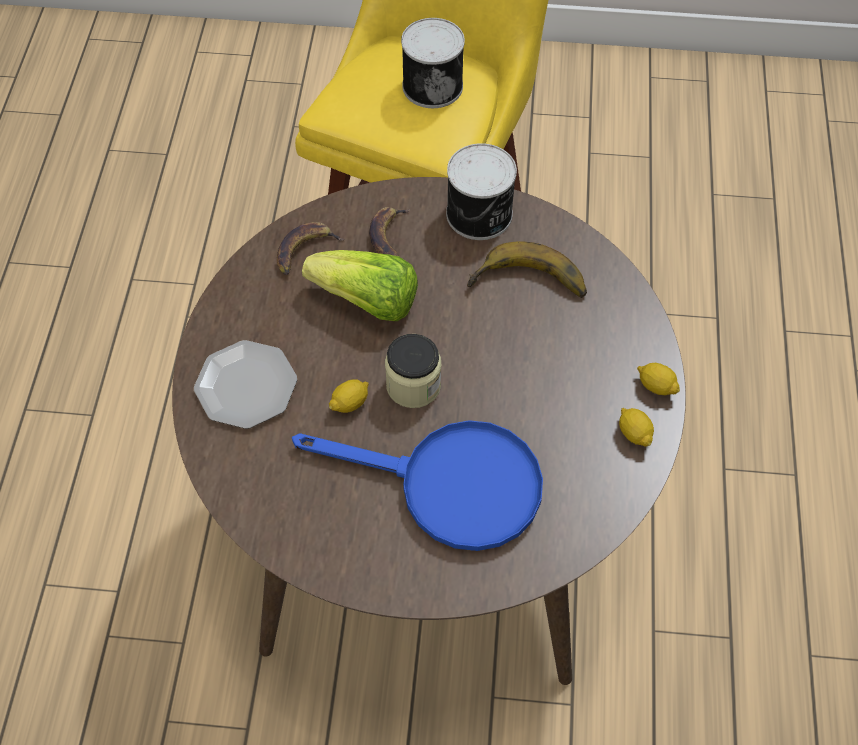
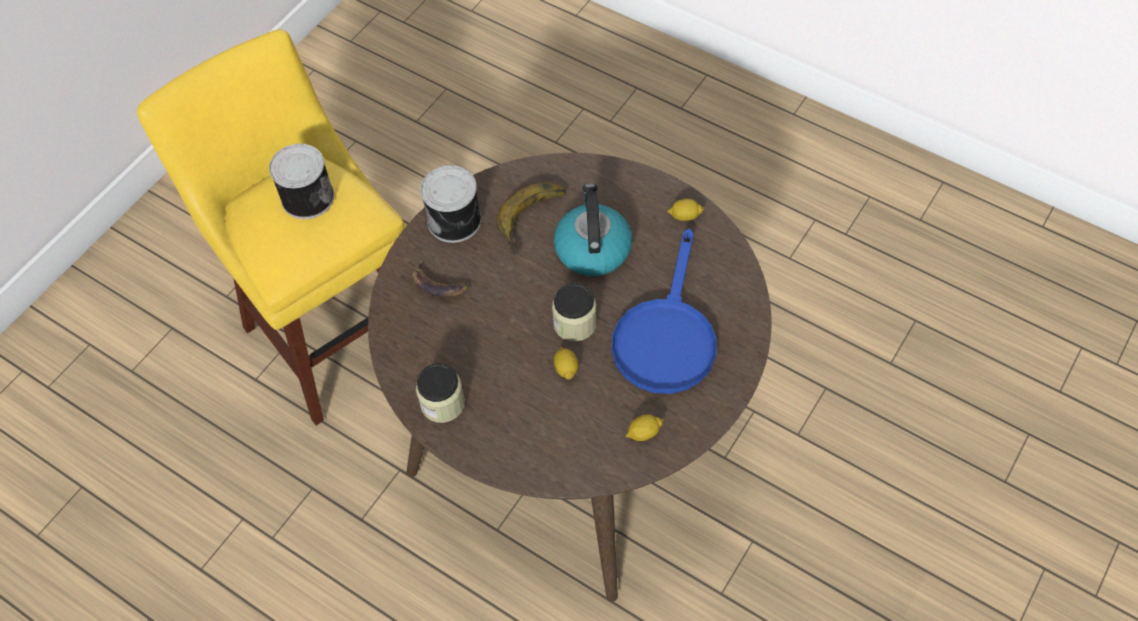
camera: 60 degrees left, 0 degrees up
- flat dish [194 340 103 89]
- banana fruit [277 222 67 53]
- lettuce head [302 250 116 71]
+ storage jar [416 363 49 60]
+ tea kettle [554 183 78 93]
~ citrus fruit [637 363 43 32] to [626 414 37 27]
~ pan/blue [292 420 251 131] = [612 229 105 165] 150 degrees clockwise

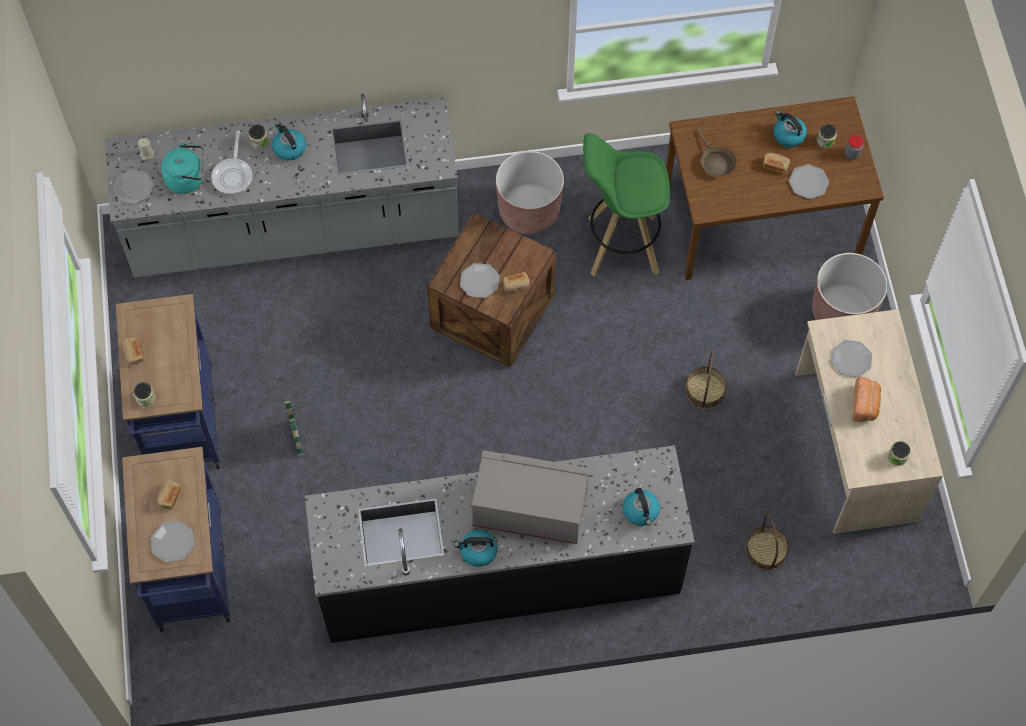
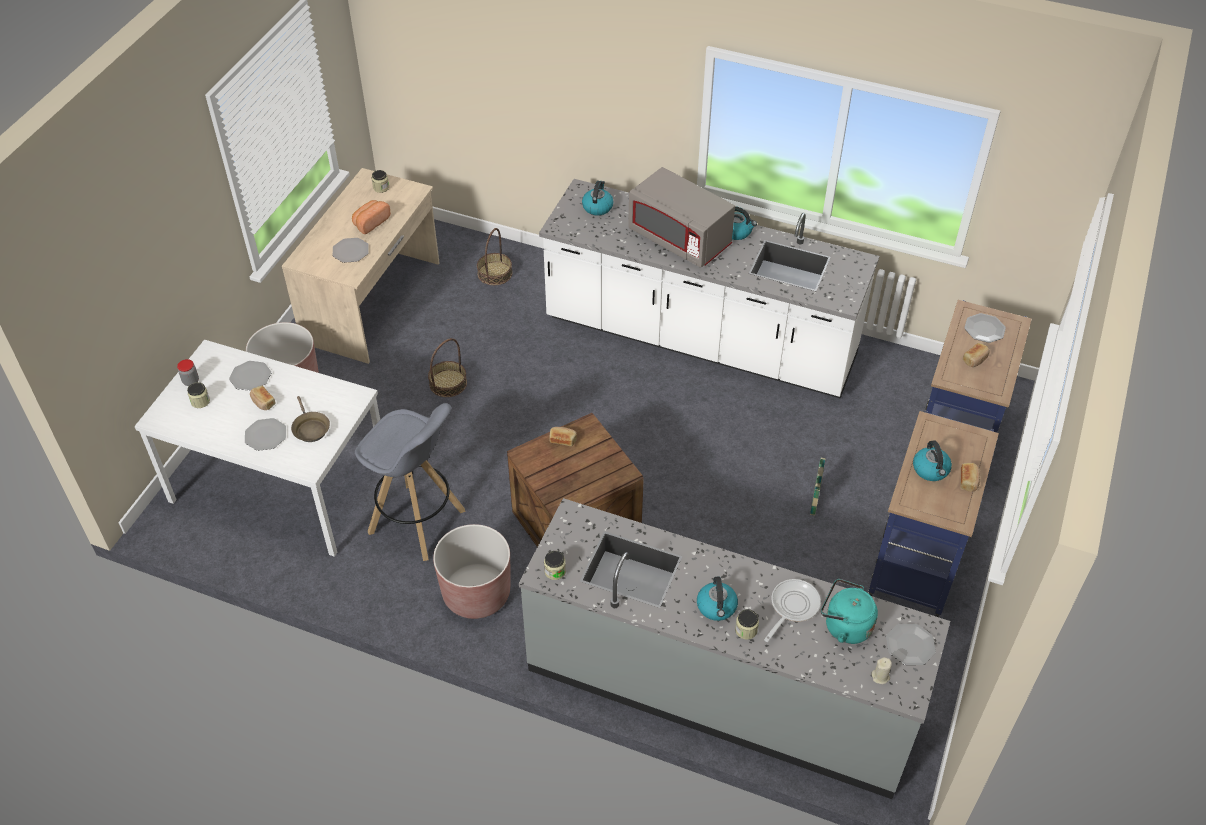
camera: 150 degrees left, 15 degrees down
~ storage jar [134 382 22 25] to [544 551 22 29]
~ flat dish [460 263 39 35] to [245 418 41 33]
~ tea kettle [773 111 34 36] to [913 440 39 41]
~ counter/black-coloured [305 445 389 198] to counter/white-coloured [539 179 340 220]
~ sitting stool/green-coloured [583 133 87 143] to sitting stool/gray [355 403 111 158]
~ dining table/brown-coloured [666 96 218 184] to dining table/white-coloured [135 340 245 217]
~ pan/brown-coloured [697 129 39 48] = [291 396 39 46] 150 degrees clockwise

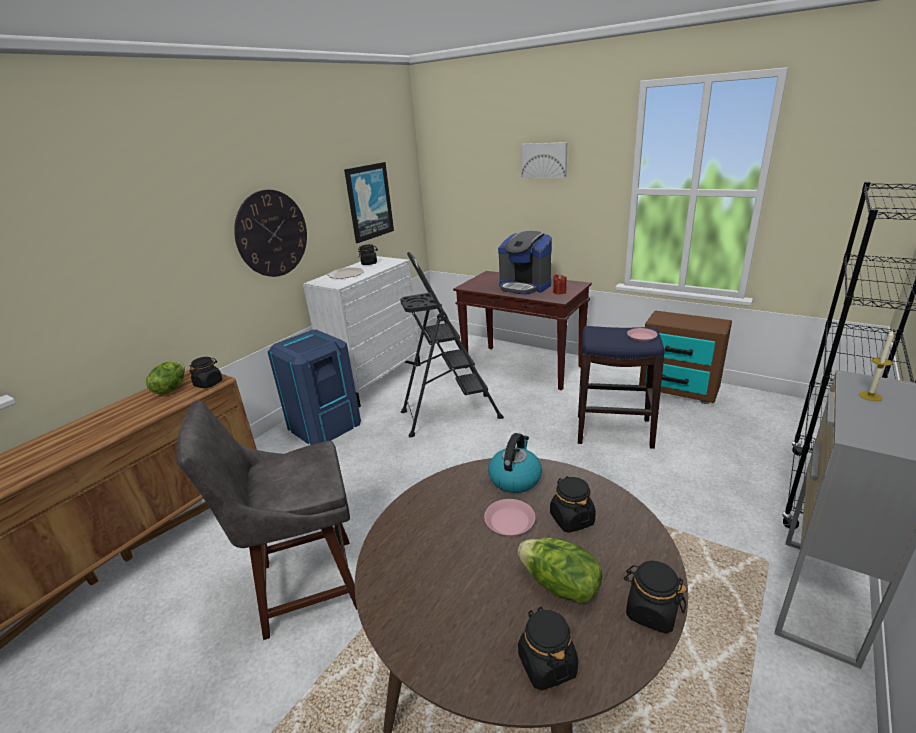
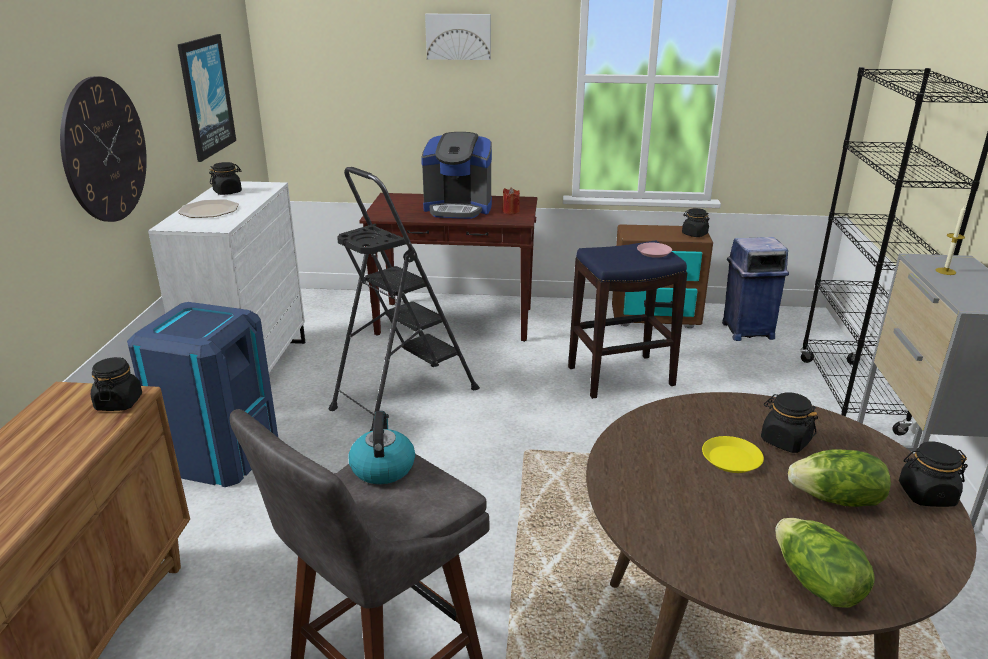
camera: 30 degrees left, 0 degrees up
+ trash can/blue [722 237 67 104]
~ lettuce head [146 361 39 33] to [775 518 100 90]
~ tea kettle [488 433 54 60] to [348 411 67 73]
~ storage jar/black-coloured [518 607 60 84] to [682 208 27 29]
~ flat dish/pink [484 499 51 37] to flat dish/yellow [702 436 62 37]

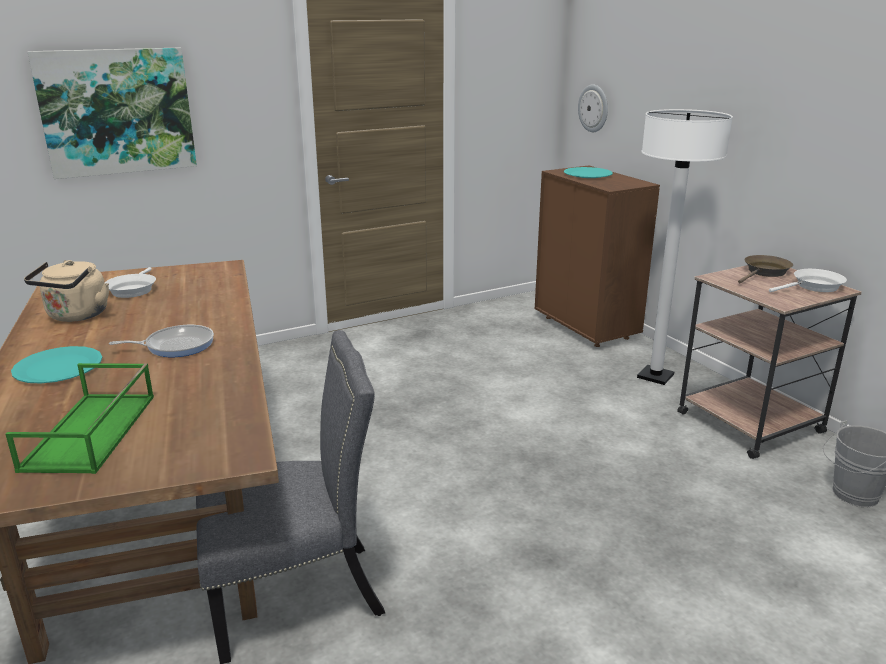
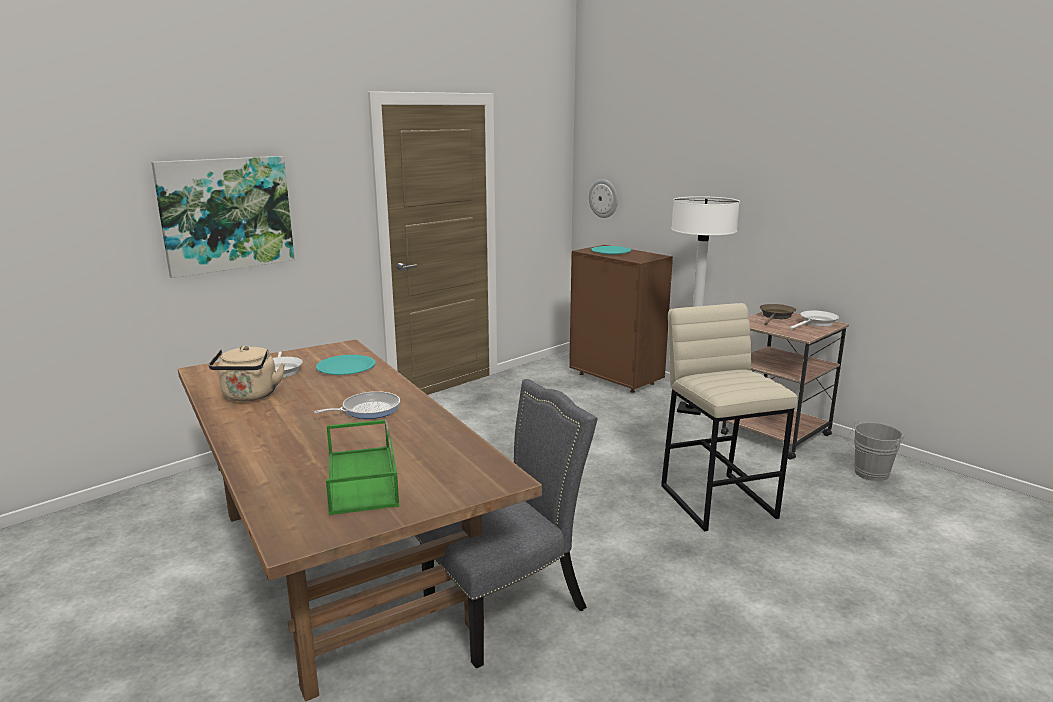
camera: 15 degrees left, 5 degrees down
+ sitting stool/beige [661 303 136 228]
~ flat dish/blue-green [11 346 92 37] to [316 355 59 20]

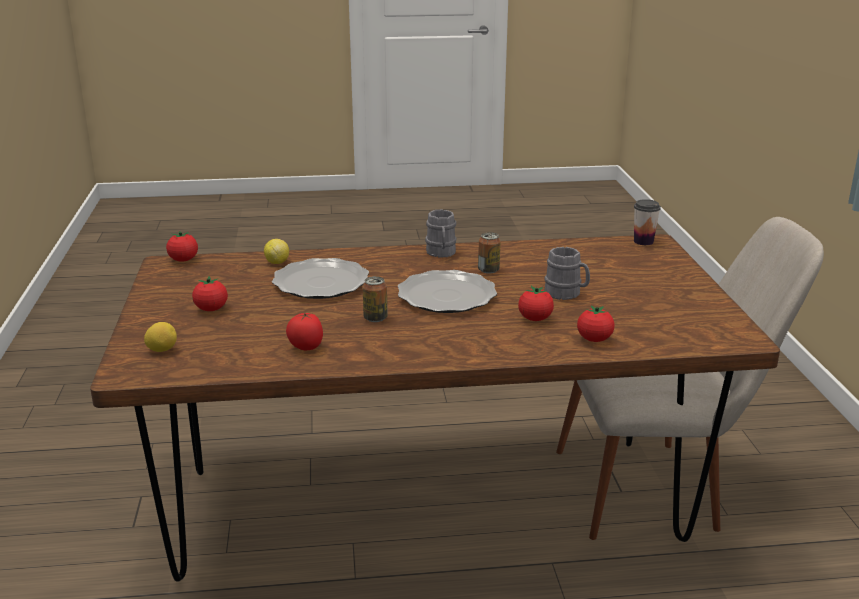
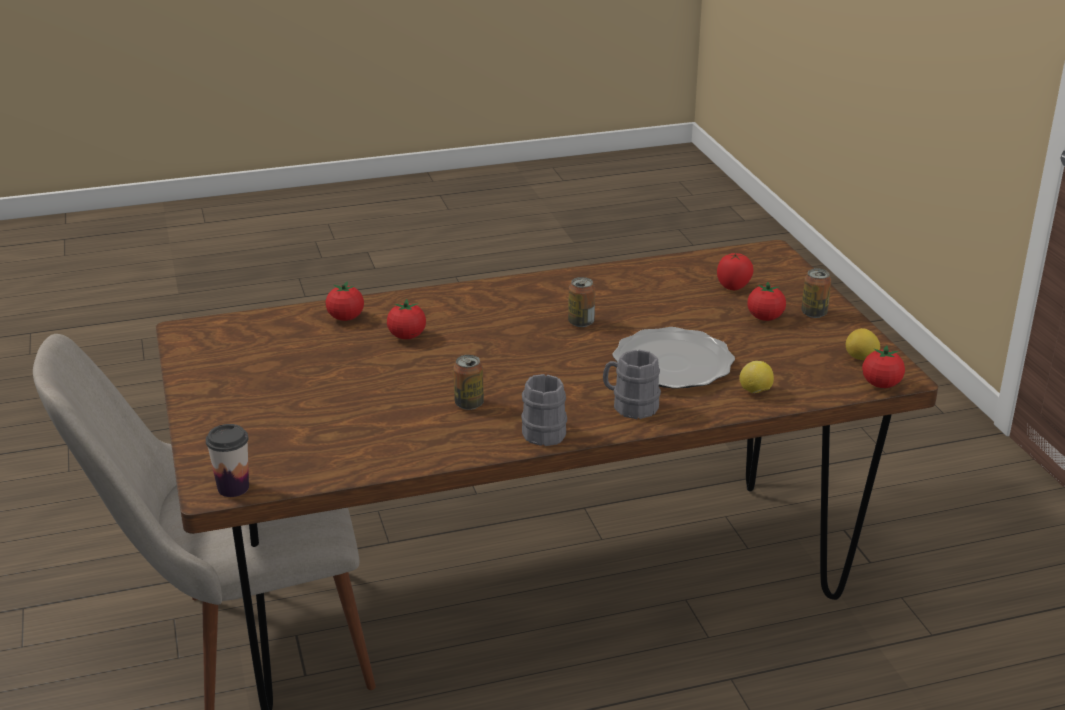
camera: 170 degrees right, 5 degrees up
- flat dish [398 270 99 43]
+ can [801 268 30 50]
~ citrus fruit [144 322 33 30] to [846 328 34 32]
~ fresh tomato [286 313 37 37] to [717 252 37 38]
~ mug/gray [544 247 46 53] to [603 350 58 69]

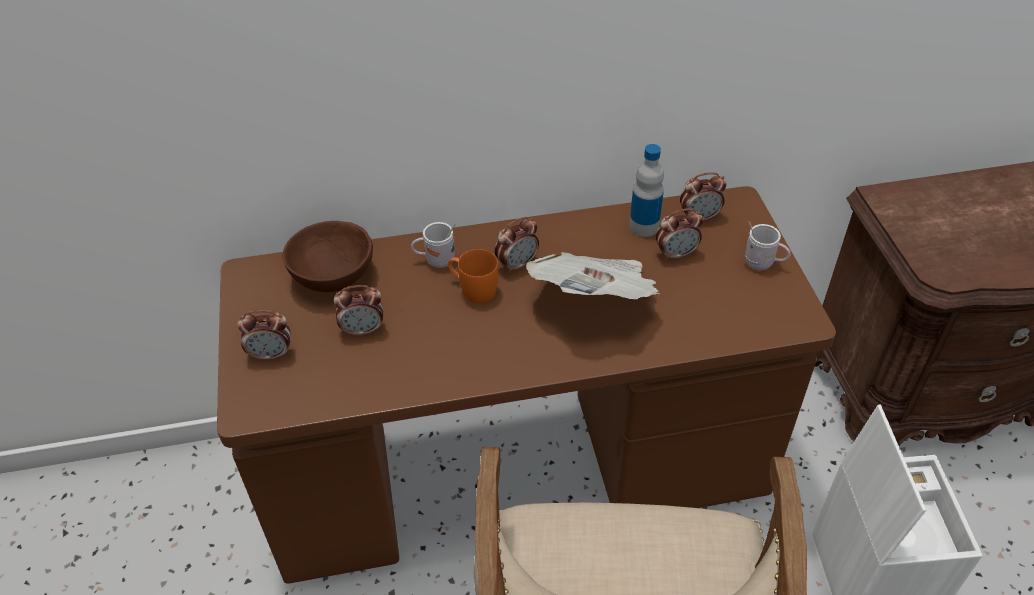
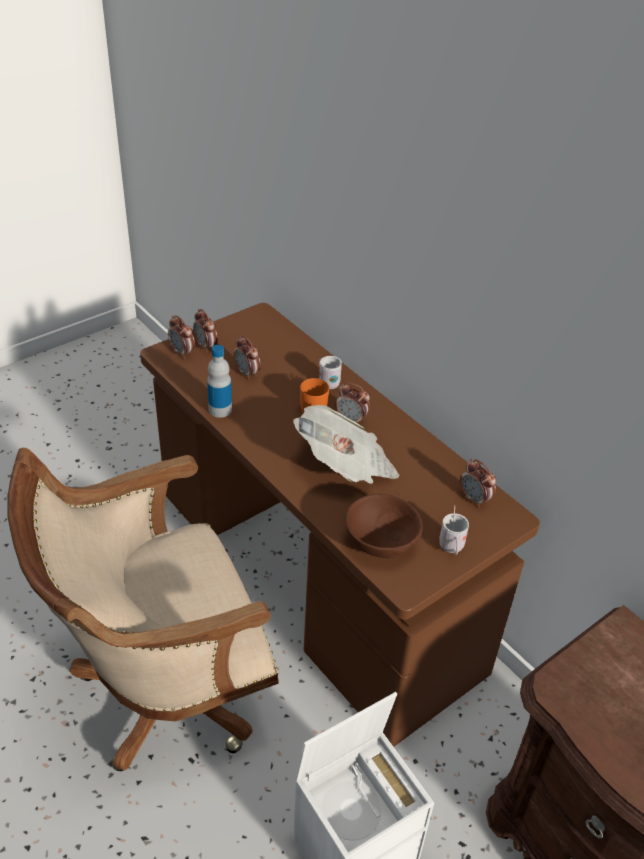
camera: 60 degrees right, 5 degrees down
~ serving bowl/brown-coloured [283 221 90 71] to [346 494 77 64]
~ bottle [629 144 35 93] to [207 345 25 73]
~ bedside clock [656 208 47 53] to [168 315 27 44]

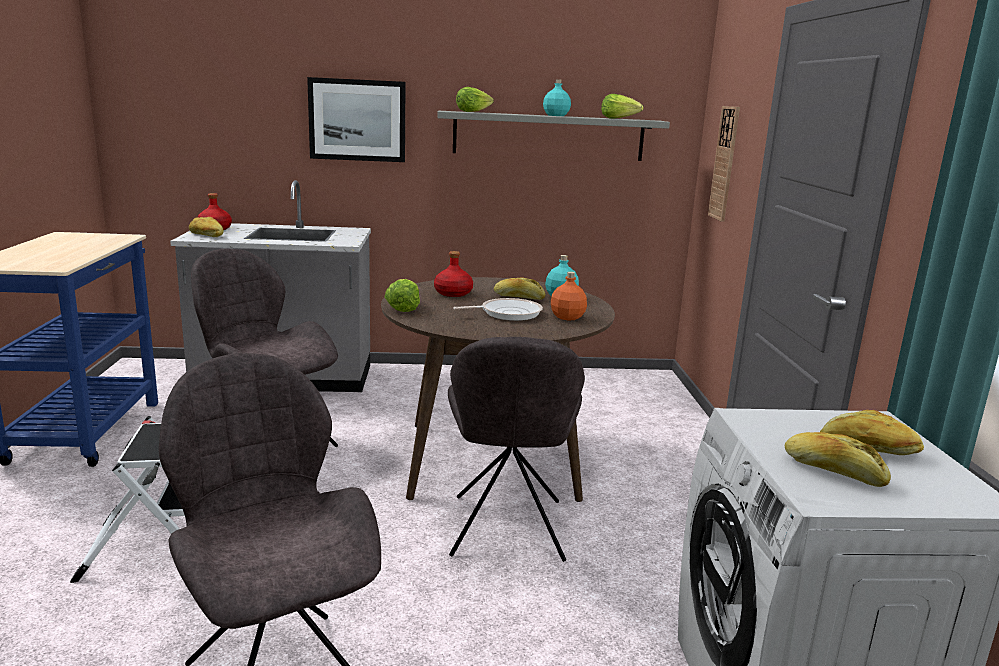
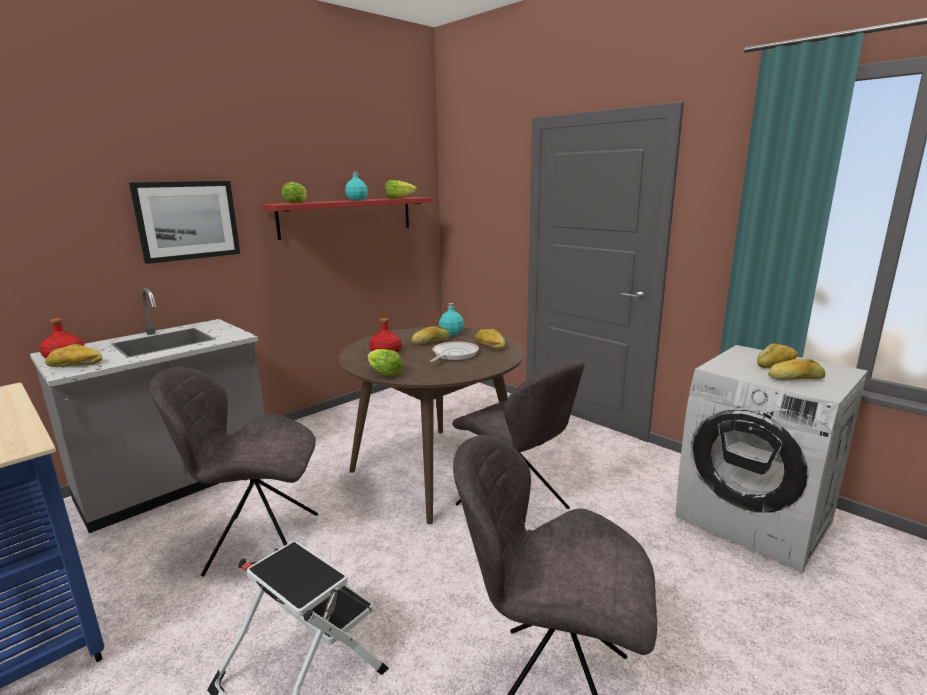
camera: 40 degrees left, 0 degrees up
- clock on the wall [708 106 32 116]
~ bottle/orange-coloured [551 272 36 48] to bakery bread [475 329 30 20]
~ wall shelf/gray [437 111 233 50] to wall shelf/red-coloured [261 197 172 43]

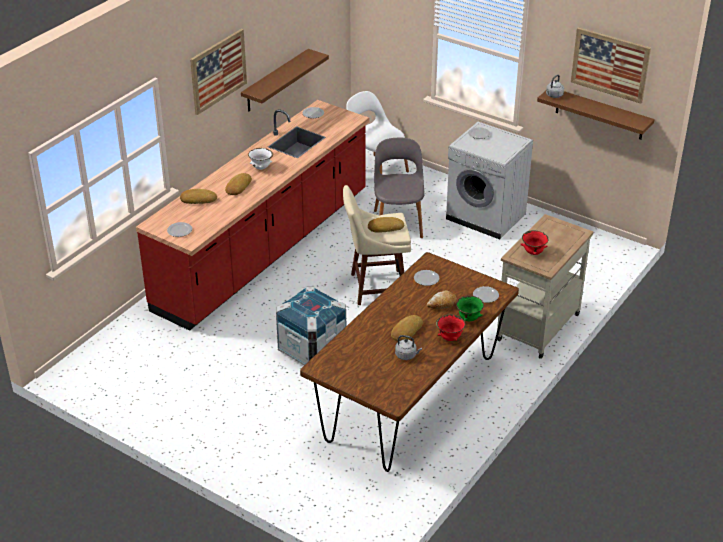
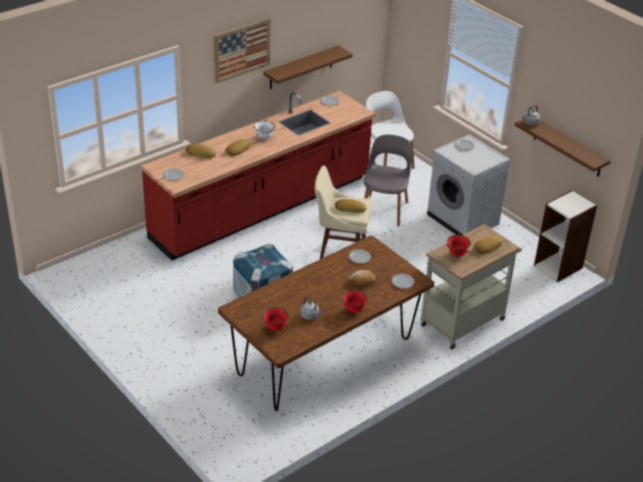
camera: 15 degrees right, 0 degrees up
- serving bowl/green-coloured [456 295 28 27]
- picture [571 27 80 76]
+ serving bowl/red-coloured [262 307 26 25]
+ bookcase [534 190 63 92]
~ bakery bread [391 315 32 26] to [473 235 30 19]

